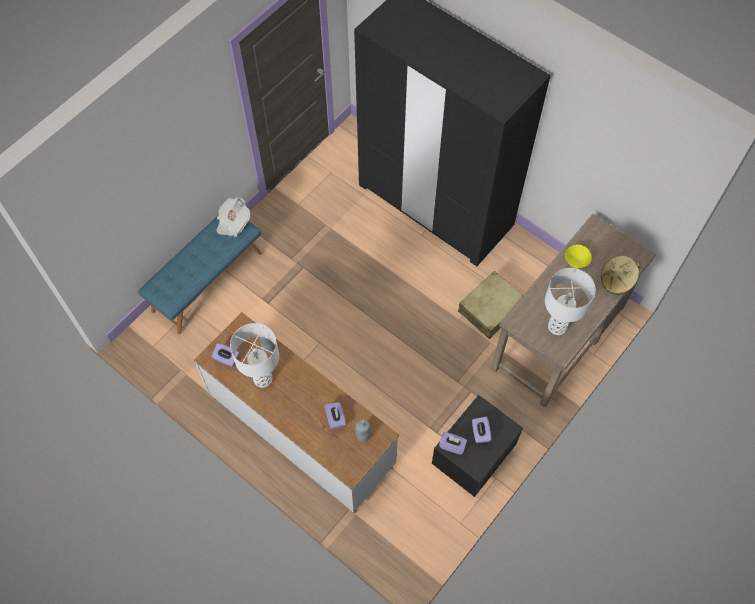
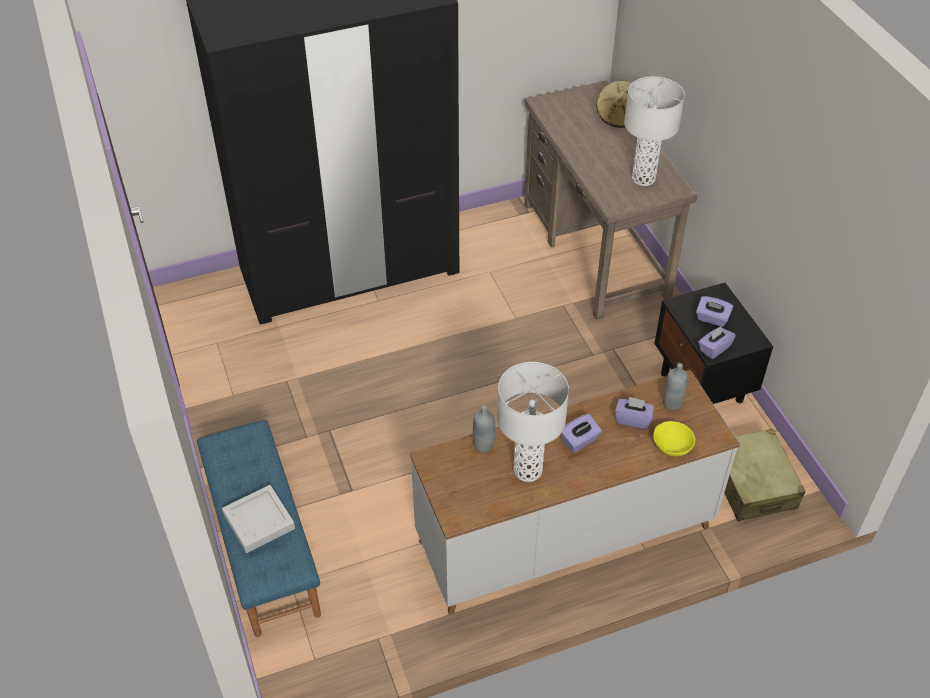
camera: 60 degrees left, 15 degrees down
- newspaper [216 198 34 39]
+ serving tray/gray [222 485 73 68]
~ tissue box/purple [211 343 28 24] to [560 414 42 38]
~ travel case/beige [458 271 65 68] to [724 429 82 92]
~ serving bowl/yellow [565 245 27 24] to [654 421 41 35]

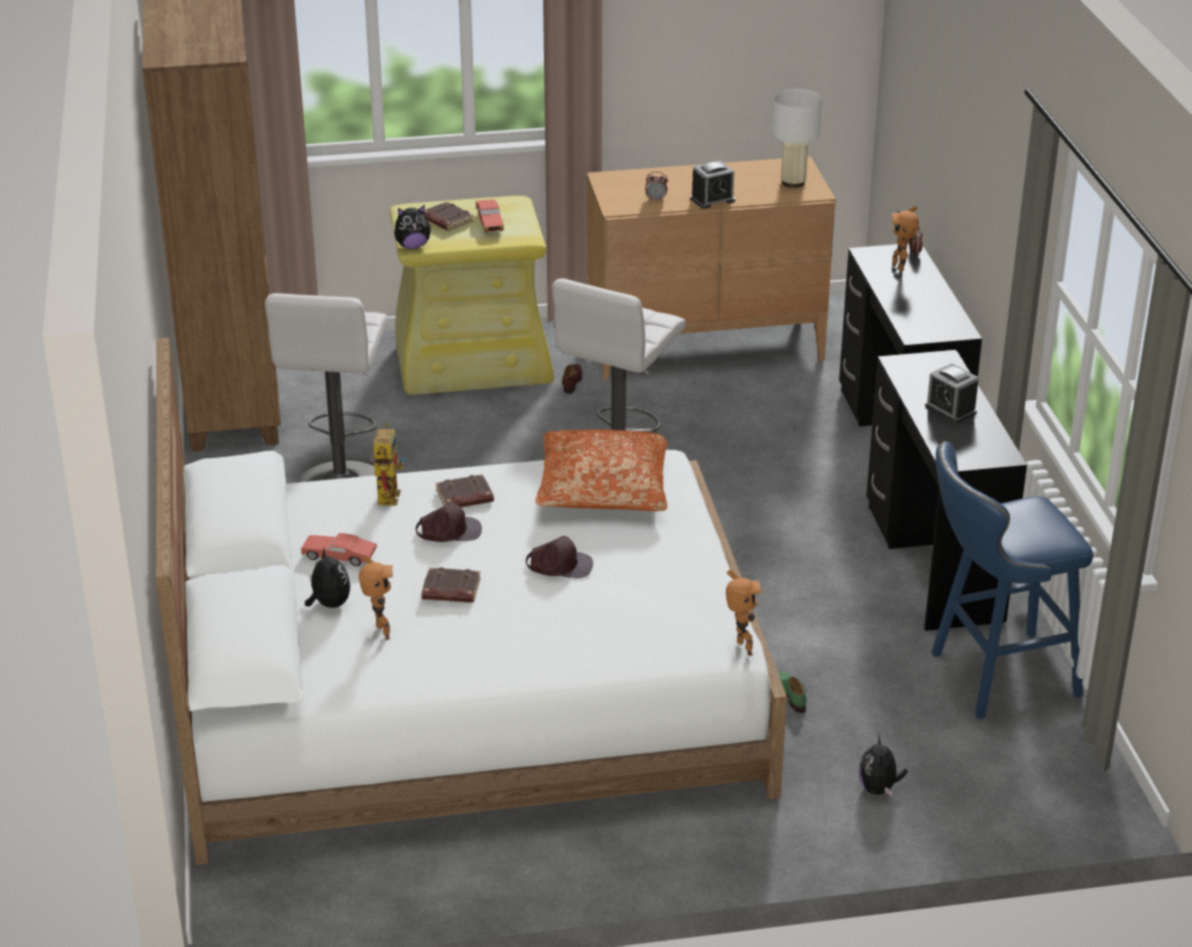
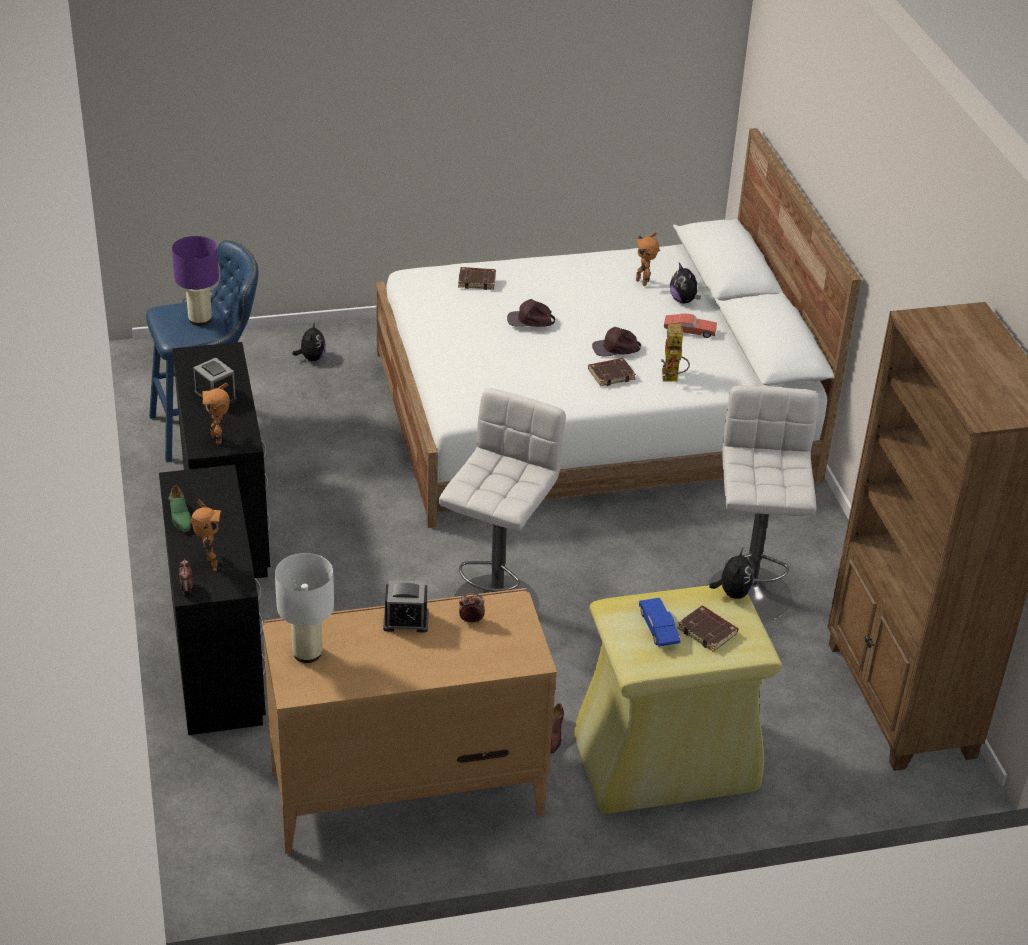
camera: 175 degrees right, 5 degrees up
- pillow/orange-coloured [536 429 132 82]
+ lamp for a table/purple [172 236 47 90]
~ bound book/brown-coloured [422 567 59 36] to [458 267 38 23]
~ robot figure [726 570 36 86] to [202 383 28 61]
~ item of footwear/green-coloured [778 671 29 42] to [168 485 23 47]
~ model car/red-coloured [476 199 28 34] to model car/blue [639 598 42 49]
~ plush toy [394 205 37 44] = [709 547 45 52] 120 degrees clockwise
~ bedside clock [691 160 44 49] = [383 580 46 53] 150 degrees counterclockwise

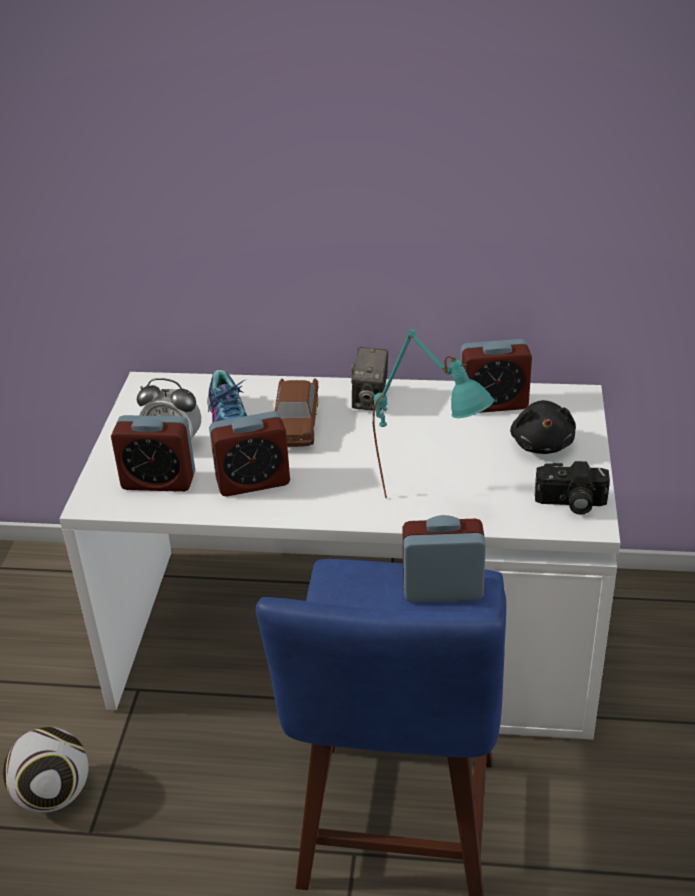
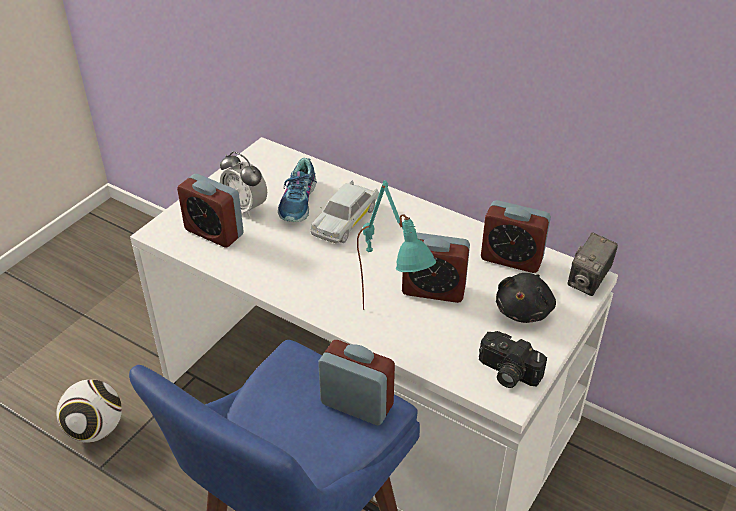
camera: 25 degrees right, 5 degrees up
~ bedside clock [209 411 81 85] to [402 232 68 71]
~ still camera [351 347 37 64] to [568 232 50 64]
~ model car/brown-coloured [275 378 43 69] to model car/white-coloured [310 181 69 63]

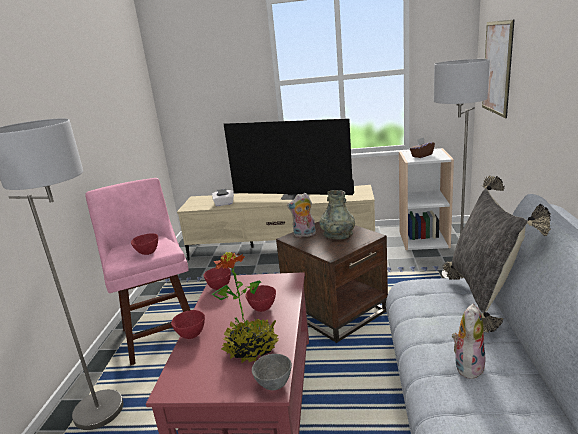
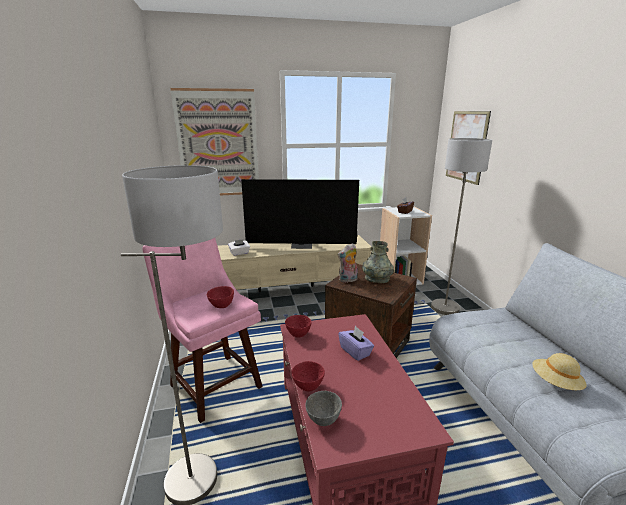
camera: 20 degrees left, 0 degrees up
- potted plant [212 252 67 111]
- pillow [442 175 109 158]
+ picture [170 88 89 107]
~ serving bowl/gray [252 354 40 36] to [305 391 37 35]
~ serving bowl/red-coloured [245 285 31 27] to tissue box/purple [338 326 36 35]
~ plush toy [452 304 33 75] to clothing hat/beige [532 353 55 37]

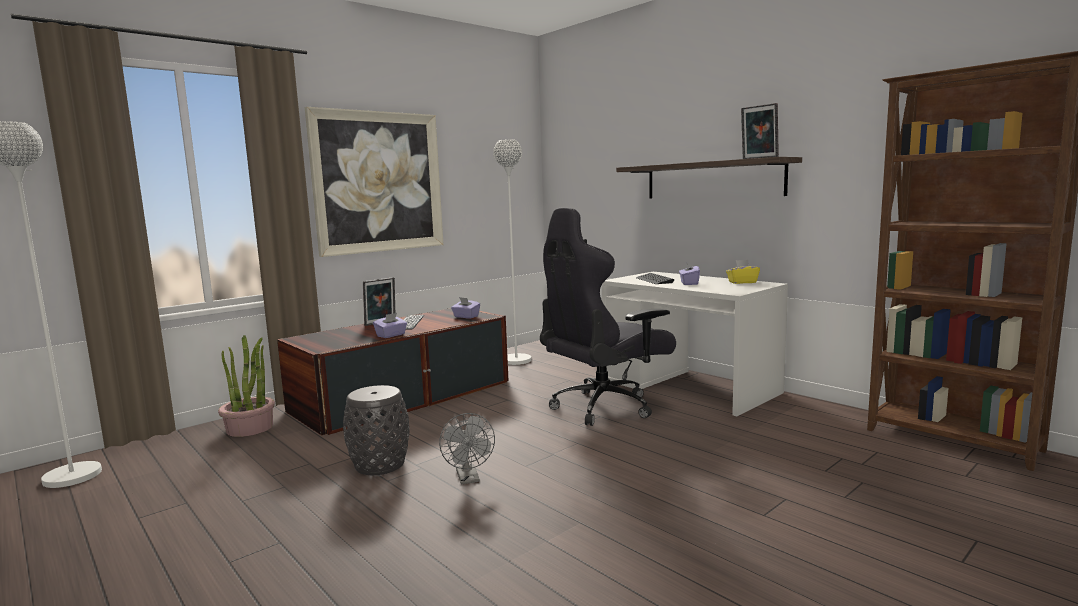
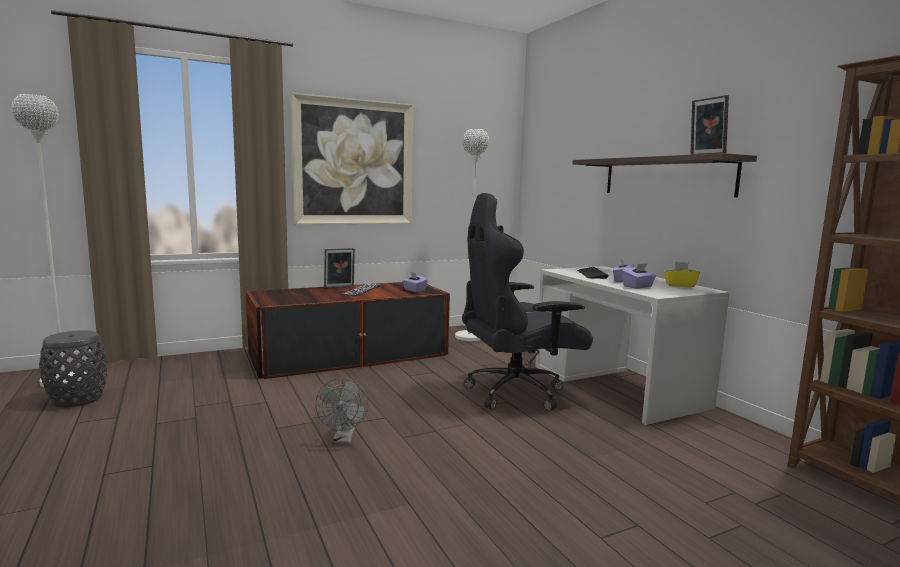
camera: 15 degrees right, 0 degrees up
- potted plant [218 335 57 102]
~ sitting stool/gray [343 385 67 90] to [39 330 69 77]
~ tissue box/purple [373 313 34 25] to [622 263 34 26]

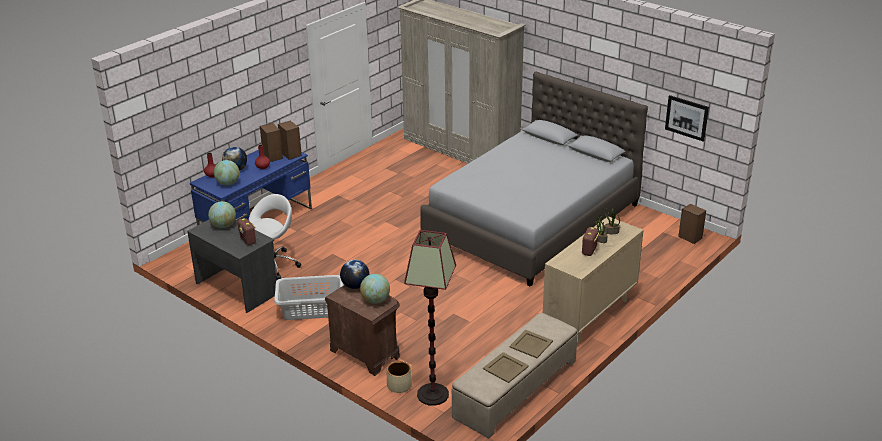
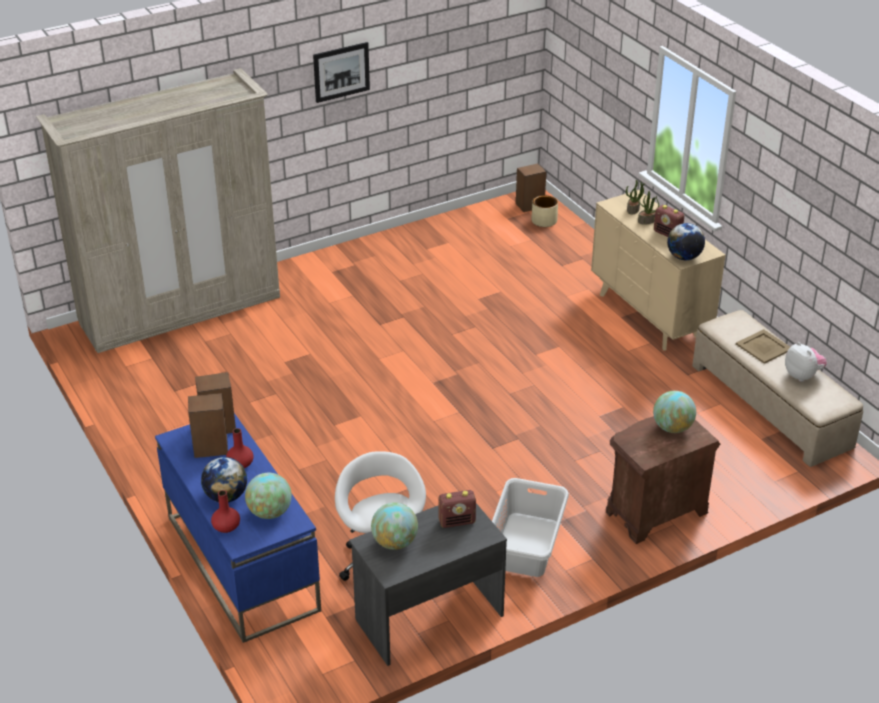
camera: 70 degrees left, 5 degrees up
- floor lamp [404 230 52 176]
- bed/gray [420 72 228 215]
~ globe [340 260 29 29] to [667 223 38 37]
~ plant pot/beige [386 361 26 32] to [531 195 27 32]
~ picture [665 95 44 47] to [313 42 57 61]
~ serving tray/beige [483 352 46 31] to plush toy [785 342 42 40]

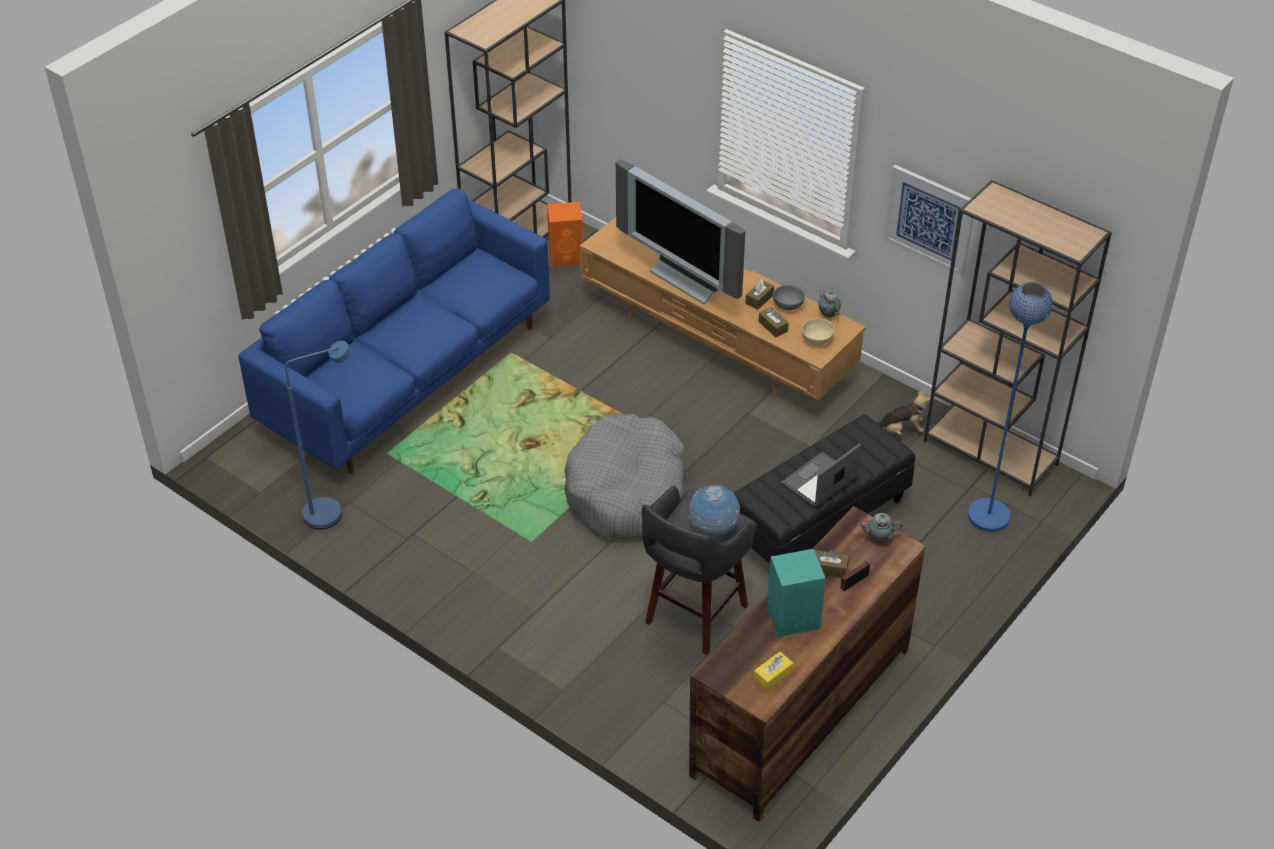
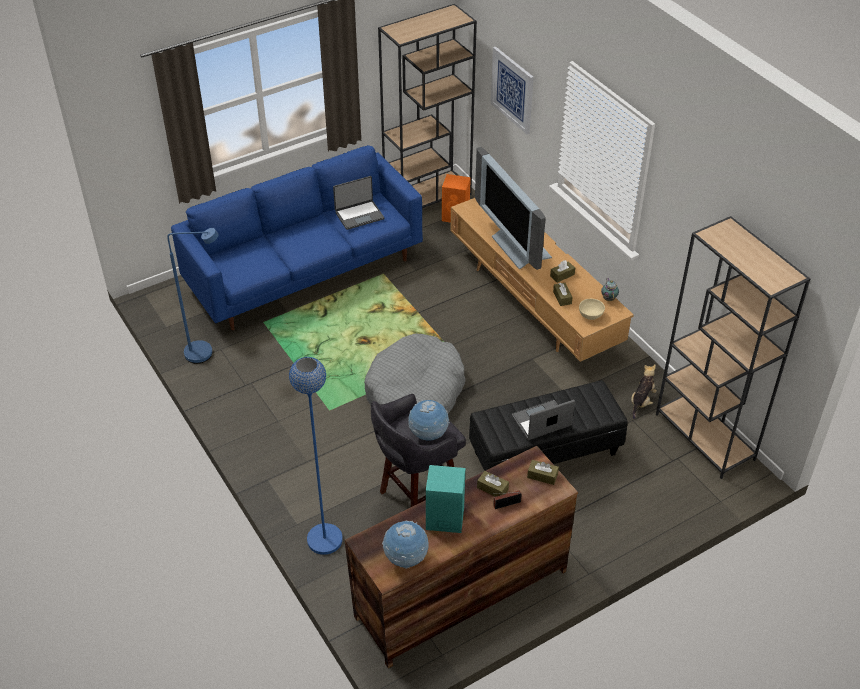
camera: 20 degrees right, 0 degrees up
- serving bowl/gray [773 285 32 25]
+ laptop [333 176 51 54]
~ picture [884 165 89 111] to [491 47 43 87]
~ floor lamp/blue [968 282 85 250] to [289 357 54 198]
~ tissue box/yellow [753 652 40 40] to globe [382 521 47 48]
~ teapot [858 513 45 30] to tissue box/brown-coloured [527 460 32 25]
~ plush toy [877 389 53 46] = [631 364 26 55] 75 degrees counterclockwise

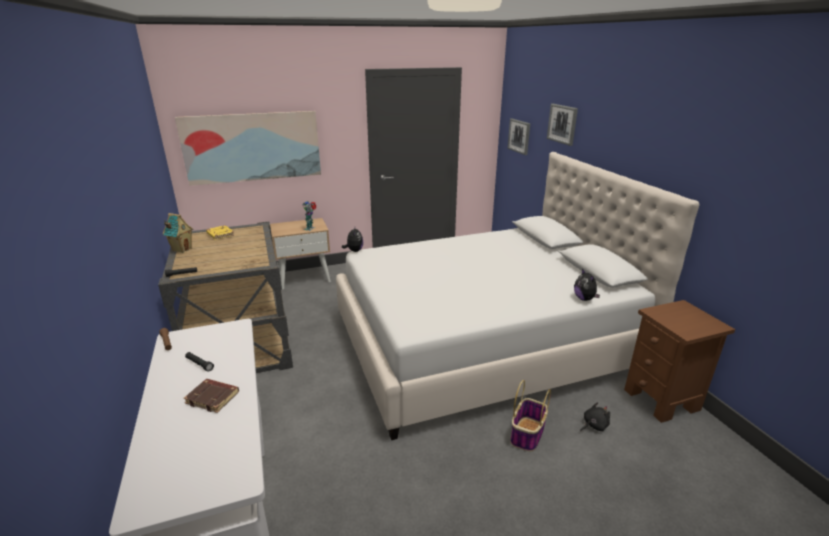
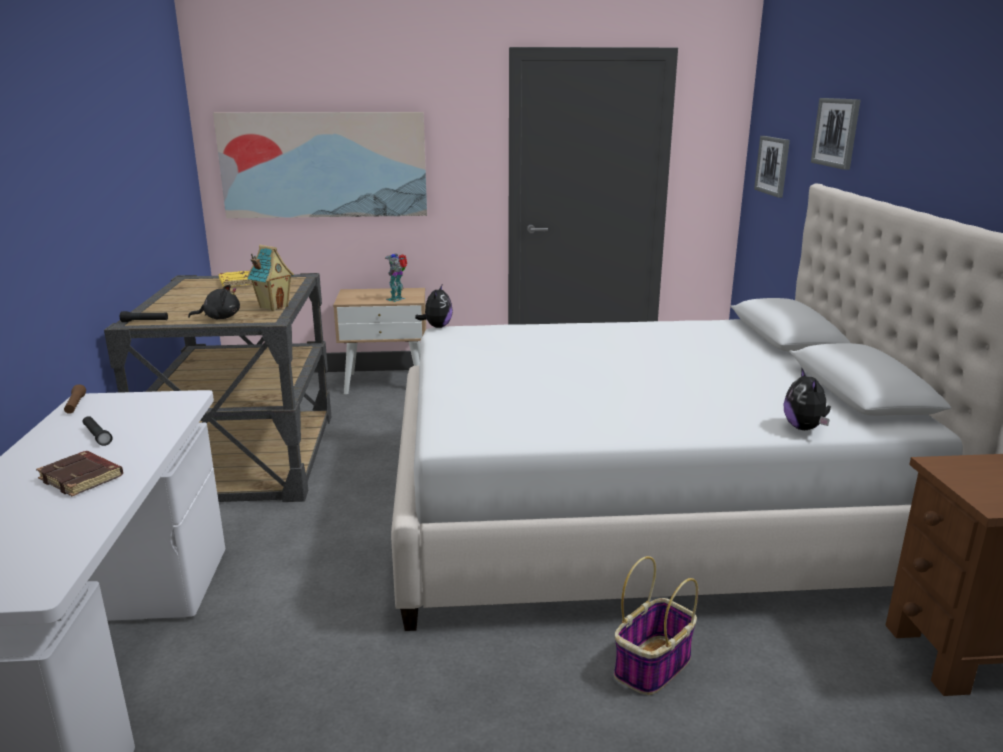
camera: 15 degrees right, 5 degrees down
~ model house [163 213 30 40] to [247 245 47 66]
~ plush toy/black-coloured [580 402 30 29] to [188 284 52 35]

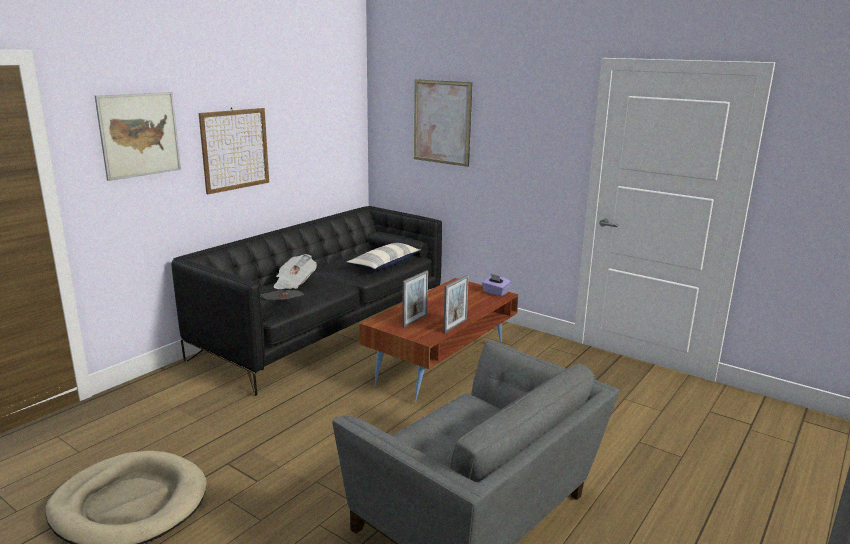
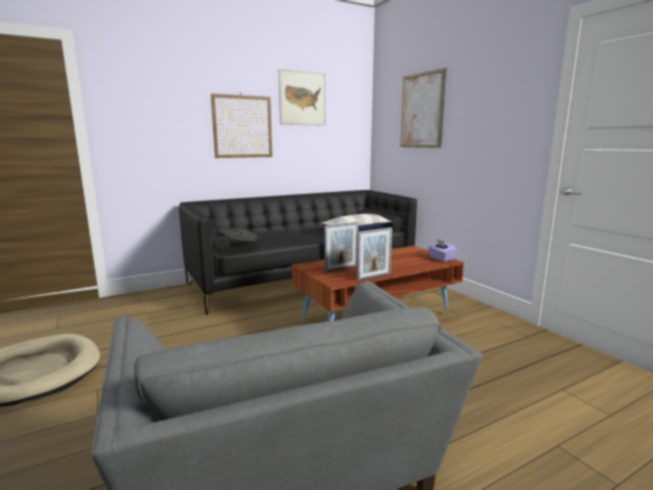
camera: 25 degrees right, 5 degrees down
- newspaper [274 254 43 35]
~ picture [95 92 86 89] to [278 69 48 57]

